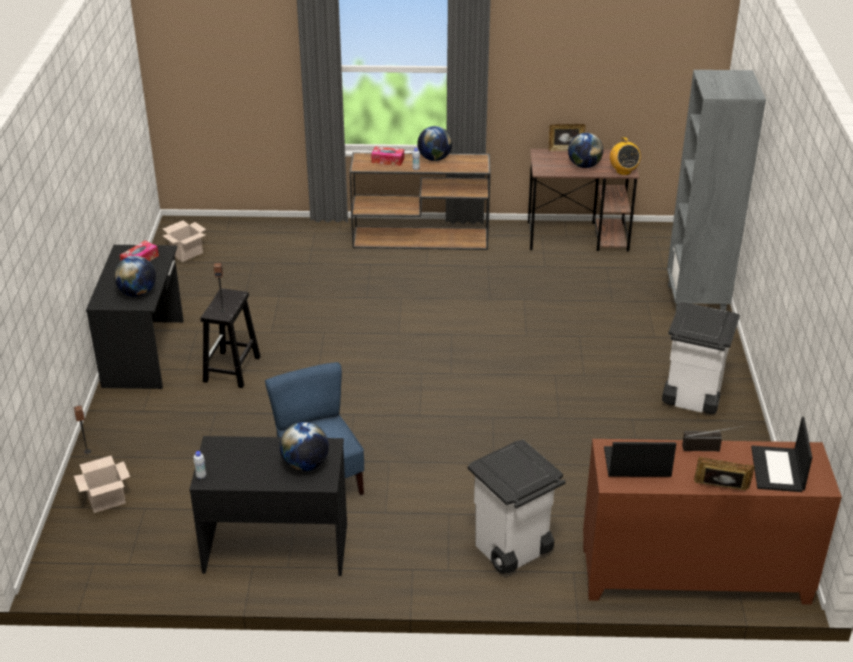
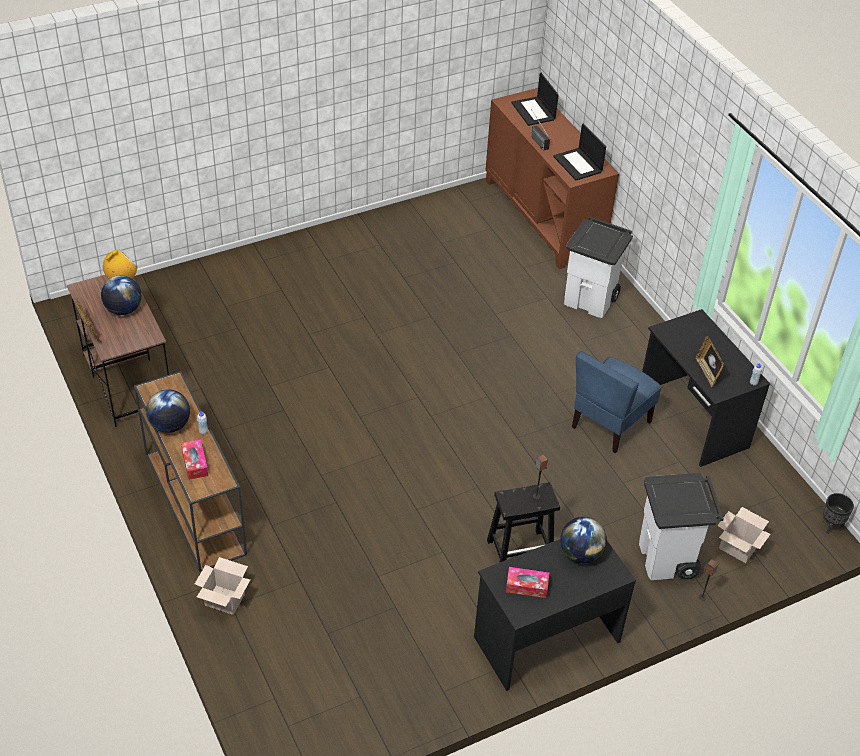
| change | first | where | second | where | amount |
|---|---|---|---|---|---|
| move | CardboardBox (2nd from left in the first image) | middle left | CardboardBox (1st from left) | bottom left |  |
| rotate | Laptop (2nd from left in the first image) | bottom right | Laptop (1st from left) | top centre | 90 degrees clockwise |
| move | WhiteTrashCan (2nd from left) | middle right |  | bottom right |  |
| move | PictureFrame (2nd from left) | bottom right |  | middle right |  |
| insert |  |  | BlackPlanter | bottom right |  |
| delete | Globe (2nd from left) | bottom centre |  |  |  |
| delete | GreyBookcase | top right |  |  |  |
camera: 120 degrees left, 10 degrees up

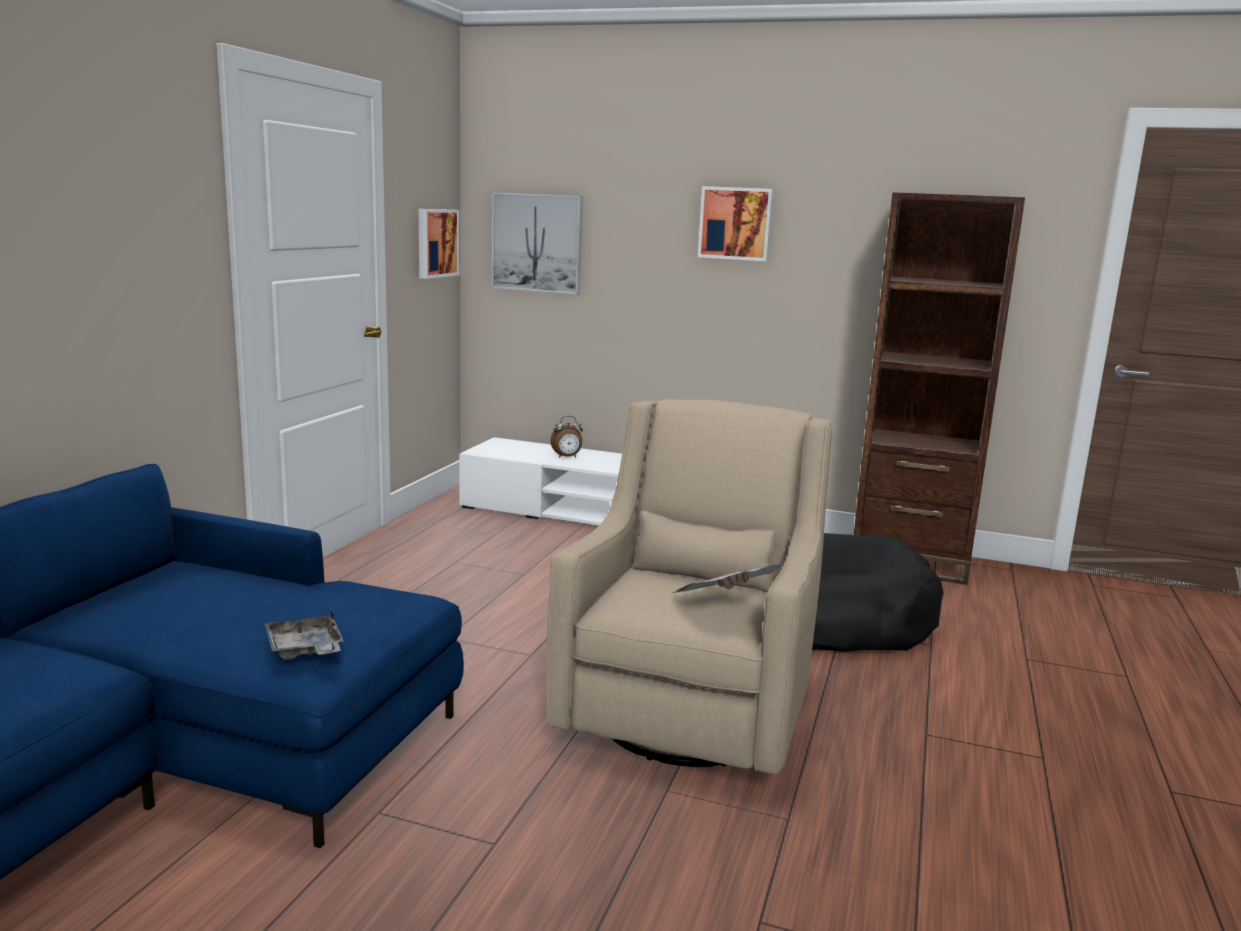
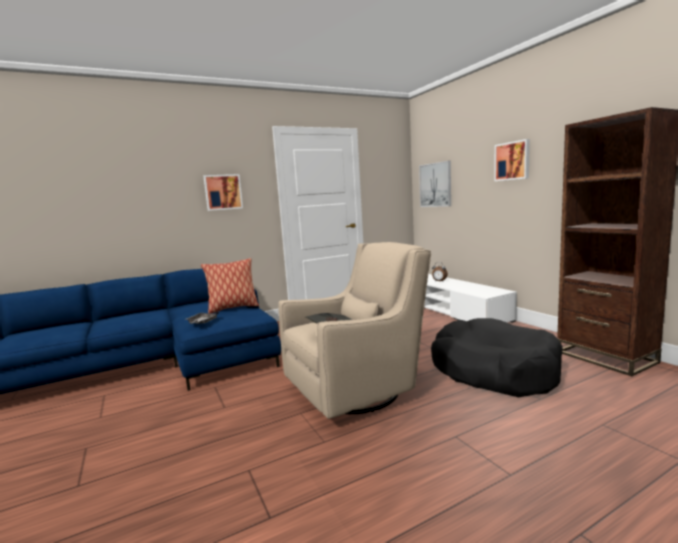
| change | first | where | second | where | amount |
|---|---|---|---|---|---|
| insert |  |  | Pillow | centre |  |
| move | Picture (1st from left) | top centre |  | middle left |  |
camera: 45 degrees right, 5 degrees down

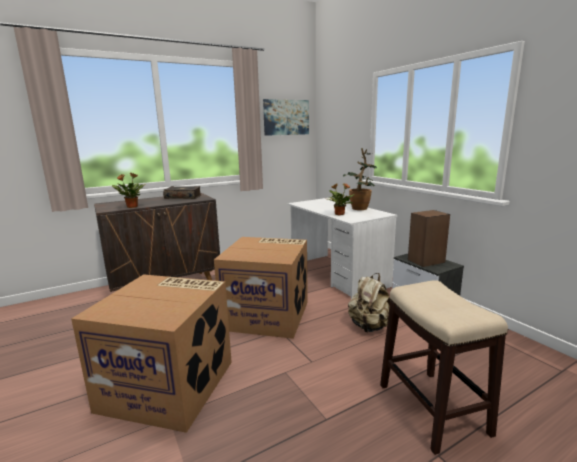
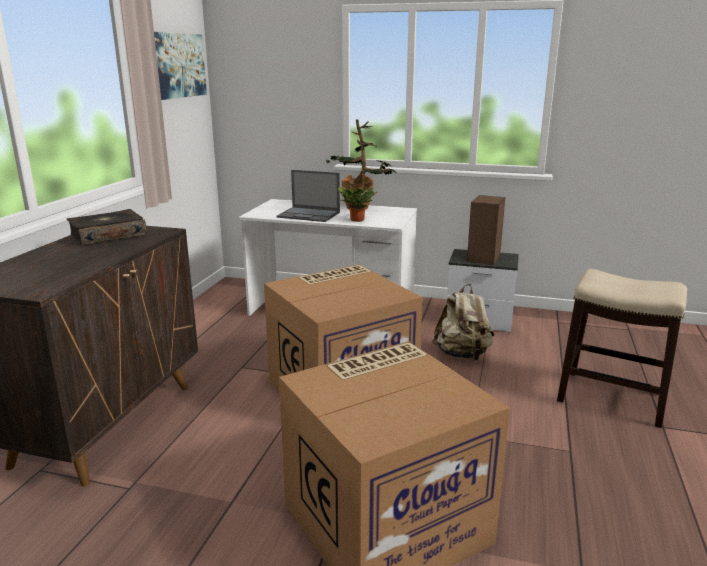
| change | first | where | second | where | amount |
|---|---|---|---|---|---|
| insert |  |  | Laptop | centre |  |
| delete | PottedPlant (1st from left) | middle left |  |  |  |
camera: 45 degrees left, 5 degrees up

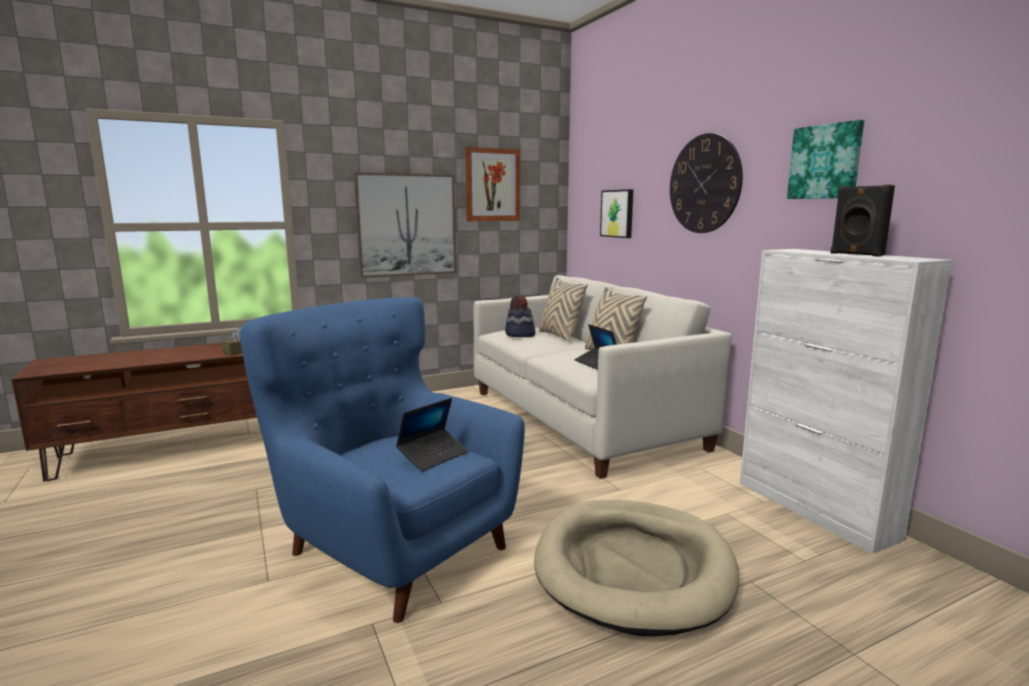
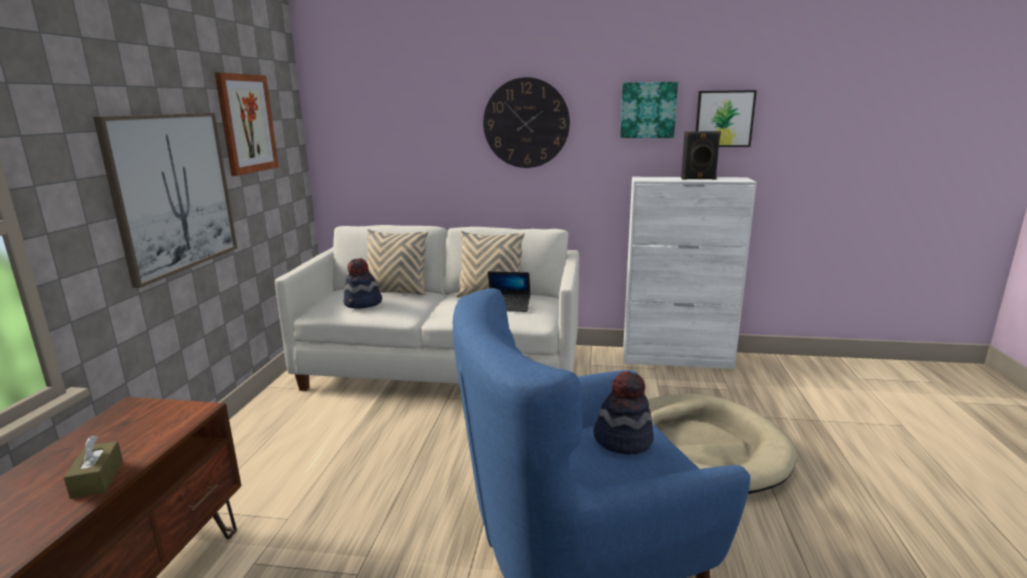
| change | first | where | second | where | amount |
|---|---|---|---|---|---|
| replace | Laptop (1st from left) | centre | Hat (2nd from left) | bottom centre |  |
| move | Picture (3rd from left in the first image) | top centre | Picture (4th from left) | top right |  |
camera: 55 degrees left, 5 degrees up

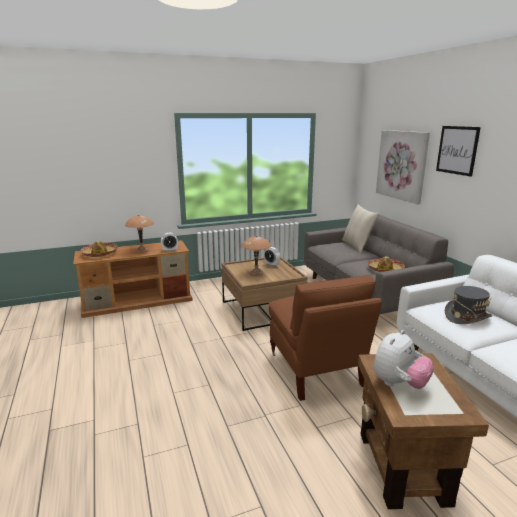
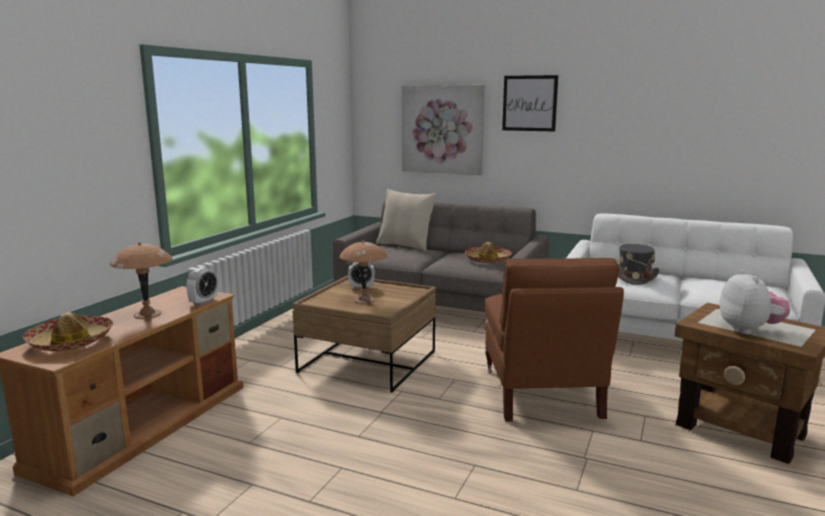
| change | first | where | second | where | amount |
|---|---|---|---|---|---|
| rotate | BrownArmchair | centre |  | middle right | 60 degrees clockwise |
camera: 45 degrees left, 5 degrees down

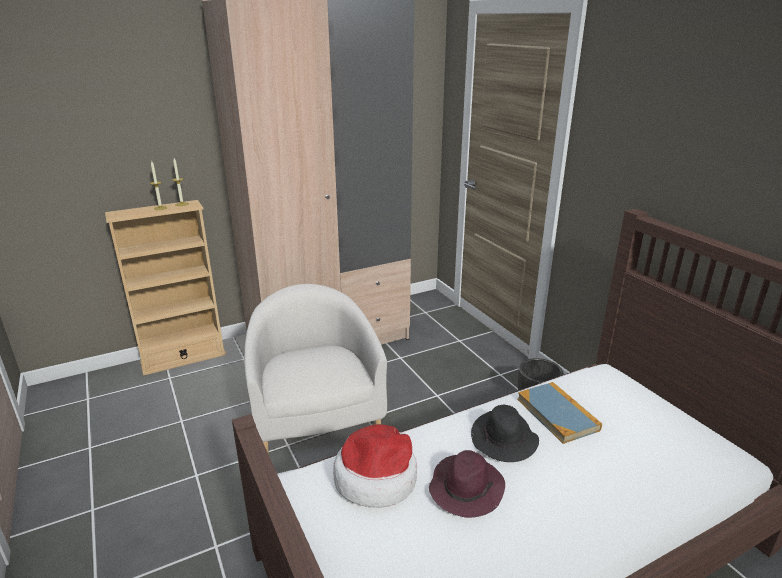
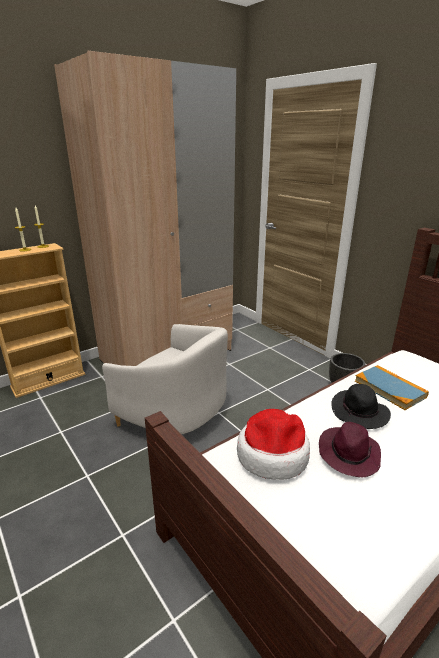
| change | first | where | second | where | amount |
|---|---|---|---|---|---|
| rotate | WhiteArmchair | centre |  | centre | 150 degrees clockwise |
camera: 10 degrees left, 0 degrees up

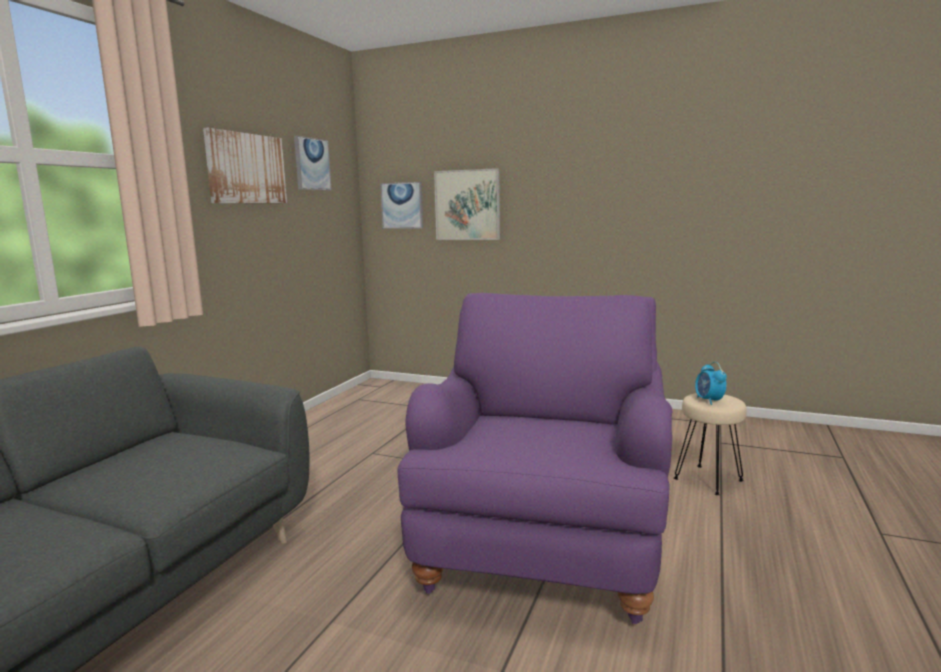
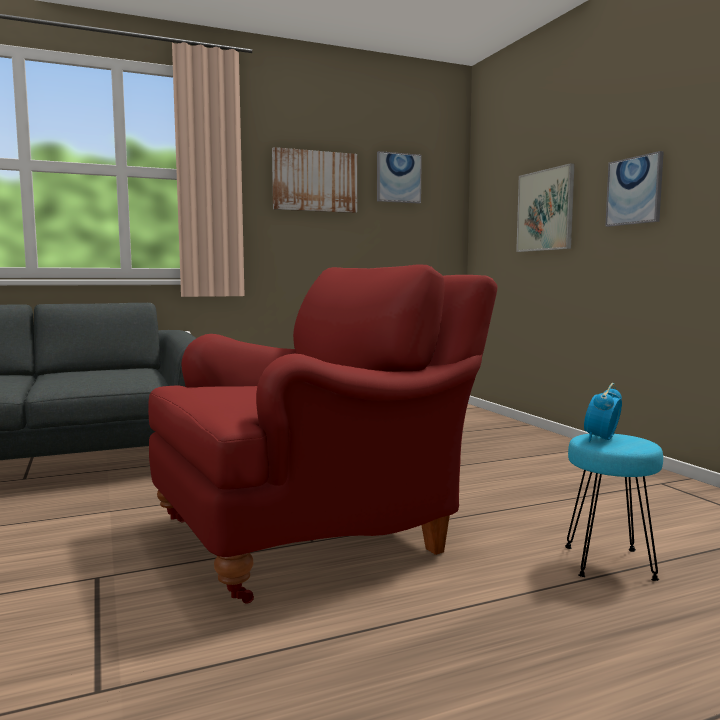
| change | first | where | second | where | amount |
|---|---|---|---|---|---|
| recolor | PurpleArmchair | bottom centre | RedArmchair | centre |  |
| recolor | BeigeStool | middle right | TurquoiseStool | bottom right |  |
| move | Picture (3rd from left in the first image) | top centre | Picture (4th from left) | top right |  |
camera: 45 degrees right, 5 degrees down

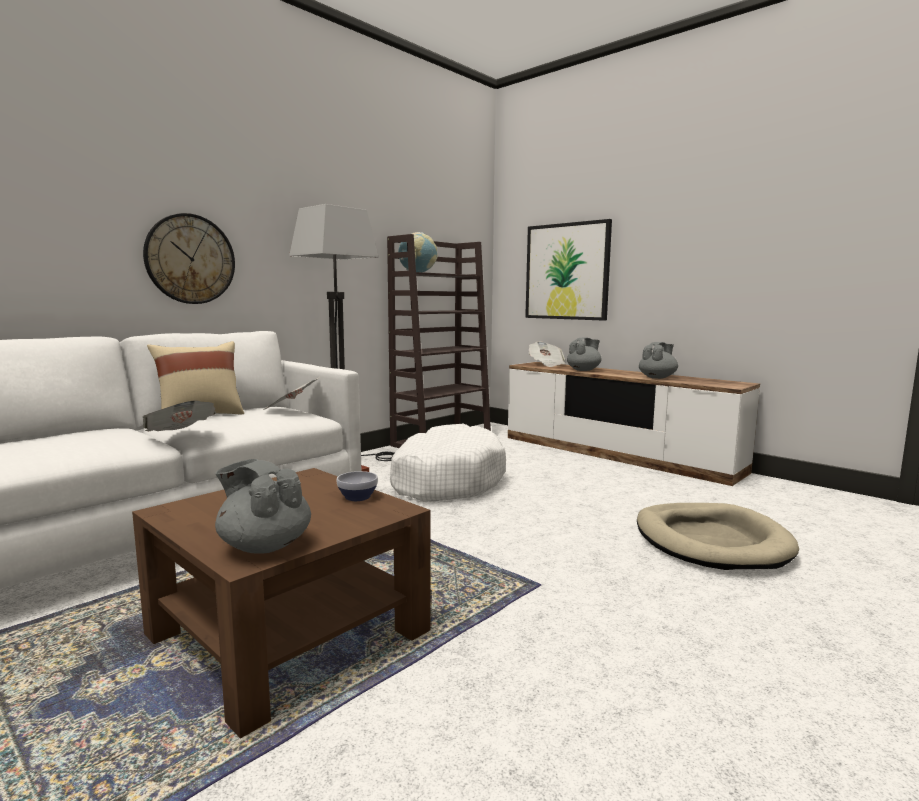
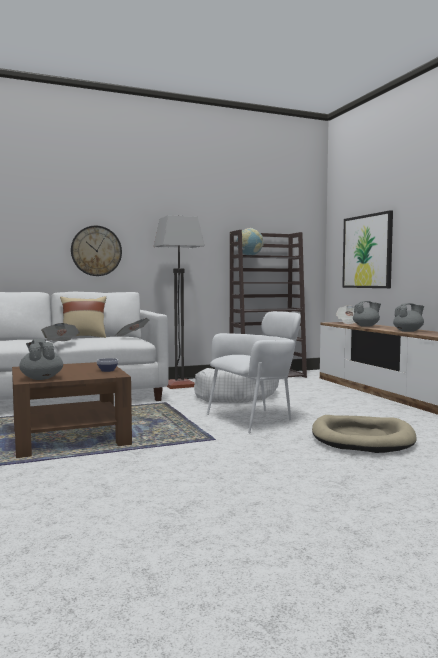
| change | first | where | second | where | amount |
|---|---|---|---|---|---|
| insert |  |  | WhiteArmchair | centre |  |
camera: 25 degrees right, 5 degrees down

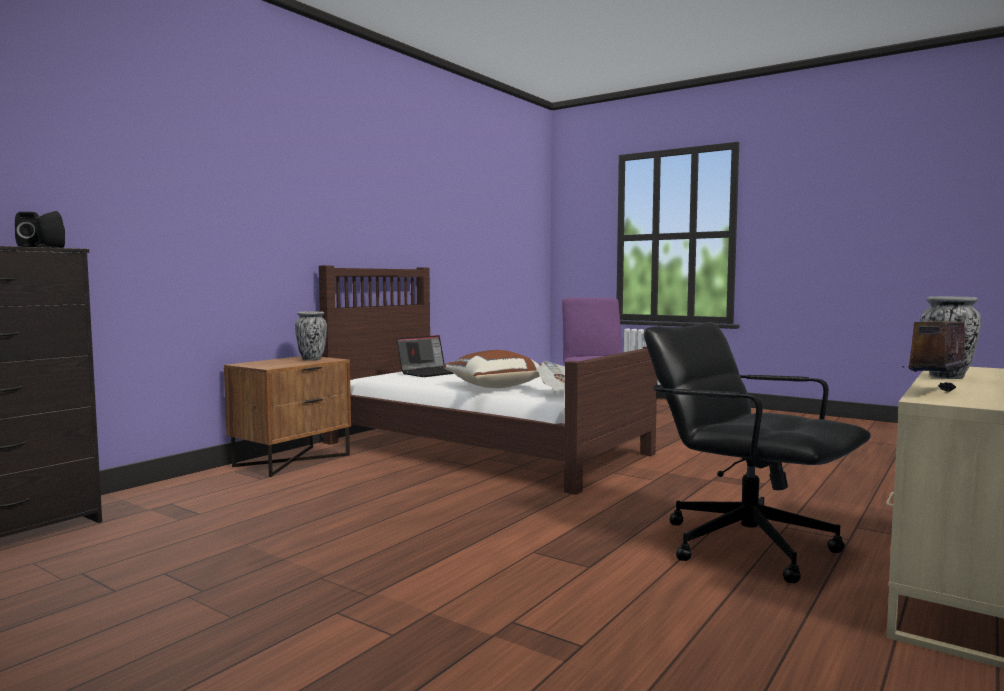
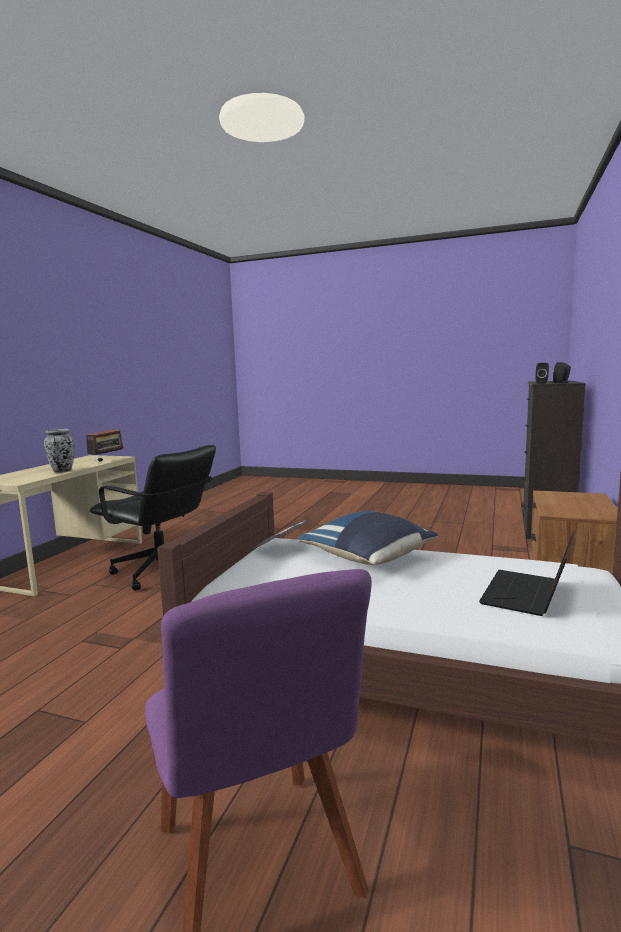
| change | first | where | second | where | amount |
|---|---|---|---|---|---|
| recolor | BrownPillow | centre | BluePillow | centre |  |
| delete | Vase (1st from left) | middle left |  |  |  |
camera: 165 degrees right, 5 degrees up

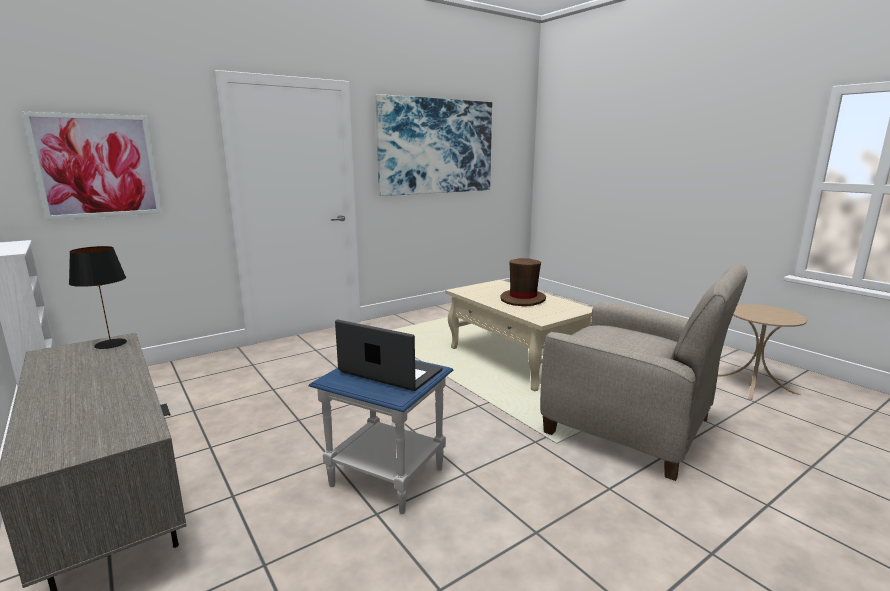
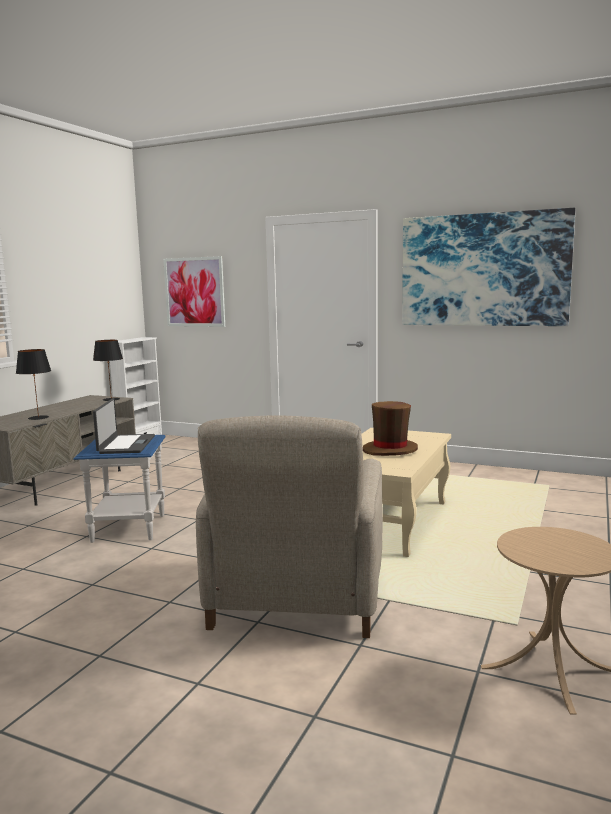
| change | first | where | second | where | amount |
|---|---|---|---|---|---|
| insert |  |  | BlackTableLamp (1st from left) | middle left |  |
camera: 60 degrees right, 5 degrees down

